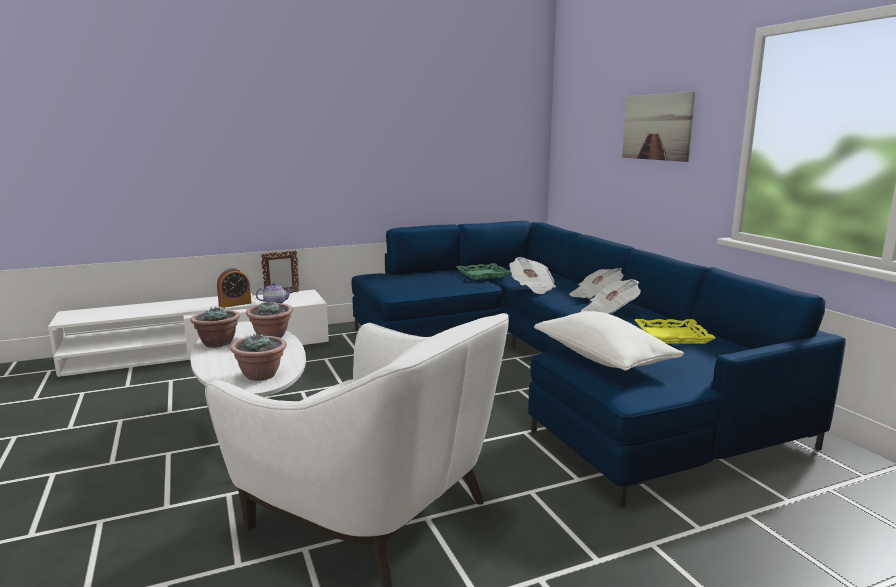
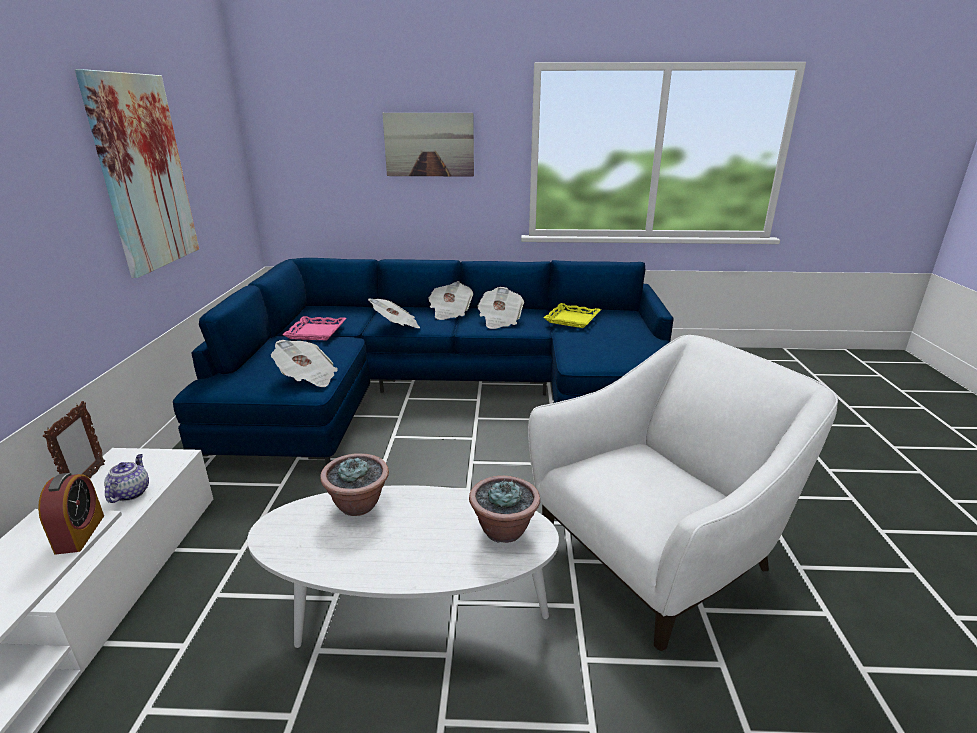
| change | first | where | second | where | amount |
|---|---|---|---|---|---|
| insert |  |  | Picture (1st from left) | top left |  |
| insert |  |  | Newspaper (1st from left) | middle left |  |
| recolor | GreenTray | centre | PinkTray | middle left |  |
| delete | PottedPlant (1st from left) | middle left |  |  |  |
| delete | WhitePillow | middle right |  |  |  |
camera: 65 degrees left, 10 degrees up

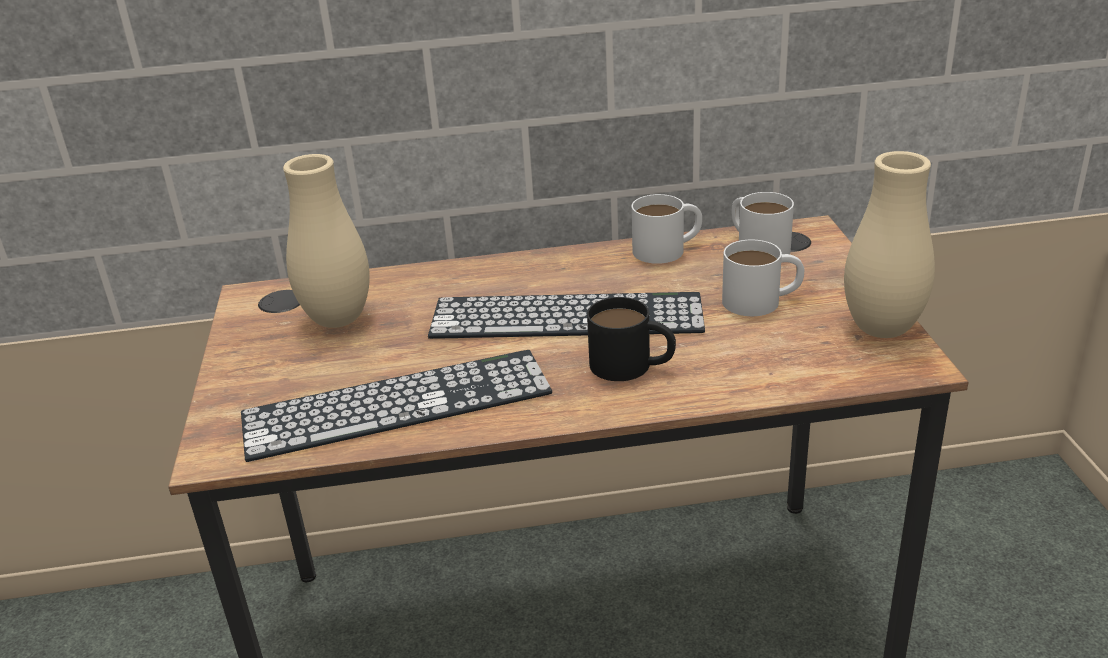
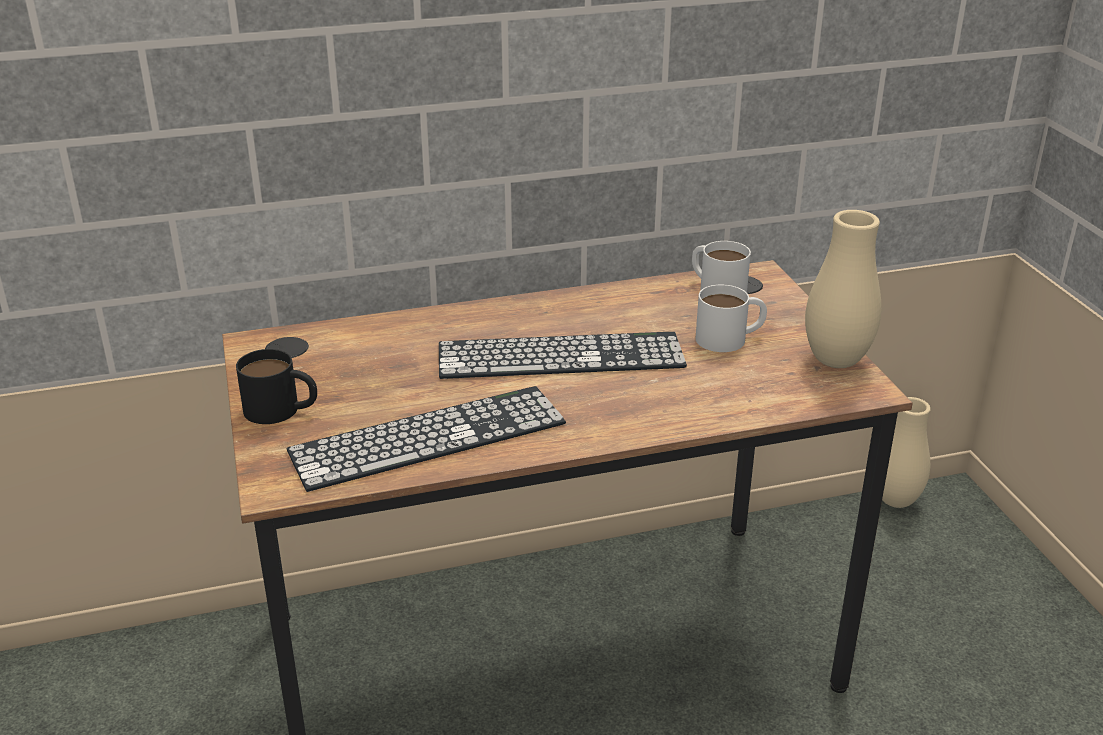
| change | first | where | second | where | amount |
|---|---|---|---|---|---|
| move | BlackMug | centre |  | middle left |  |
| move | BeigeVase (1st from left in the first image) | middle left | BeigeVase (2nd from left) | middle right |  |
| delete | WhiteMug (1st from left) | centre |  |  |  |
camera: 10 degrees left, 0 degrees up

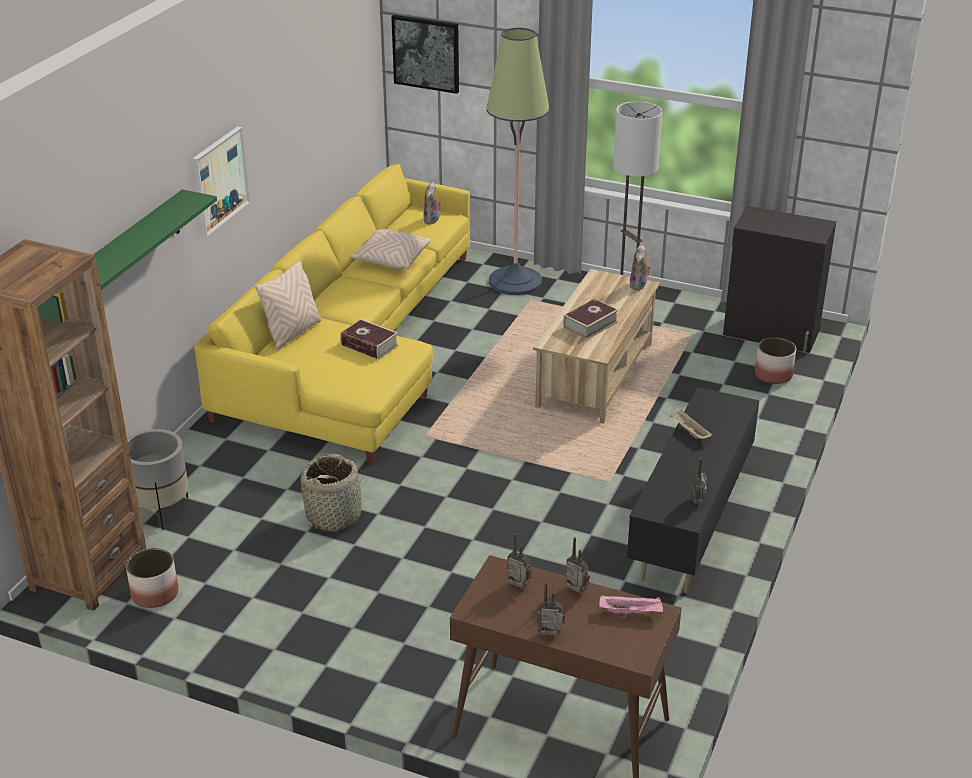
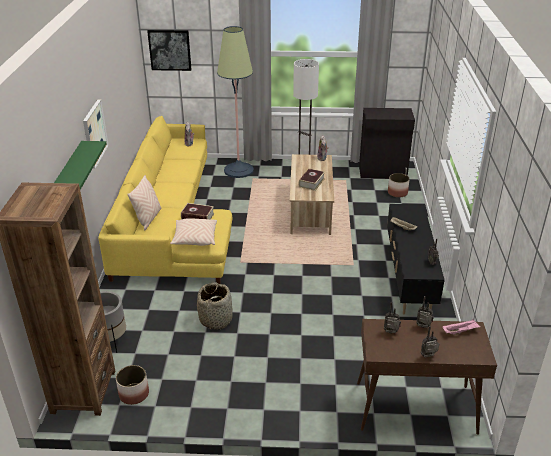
| change | first | where | second | where | amount |
|---|---|---|---|---|---|
| move | BeigePillow (2nd from left) | top centre |  | centre |  |
camera: 20 degrees left, 0 degrees up

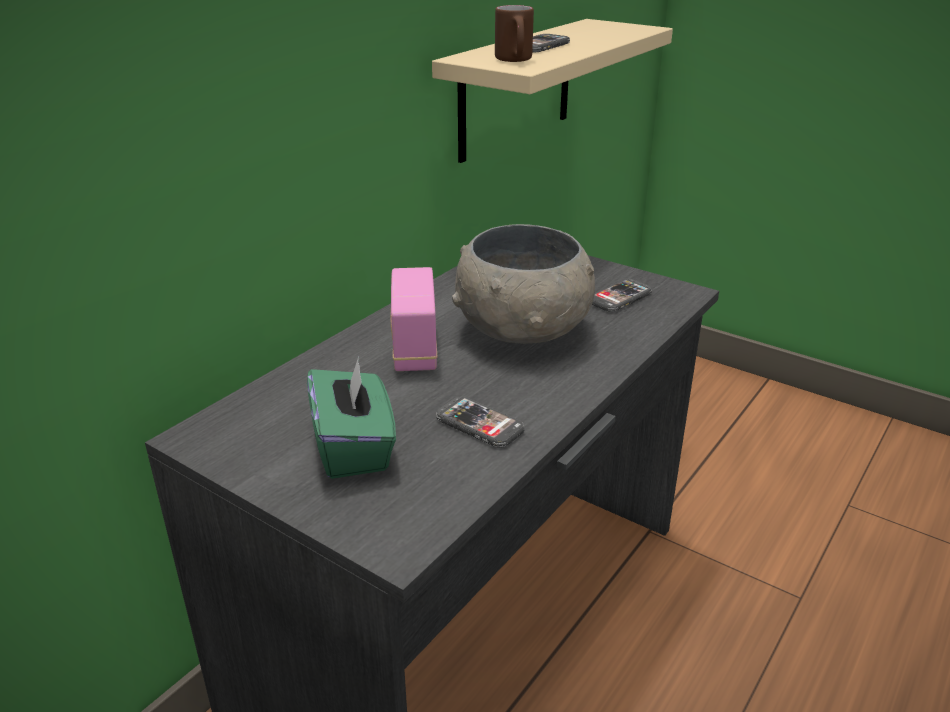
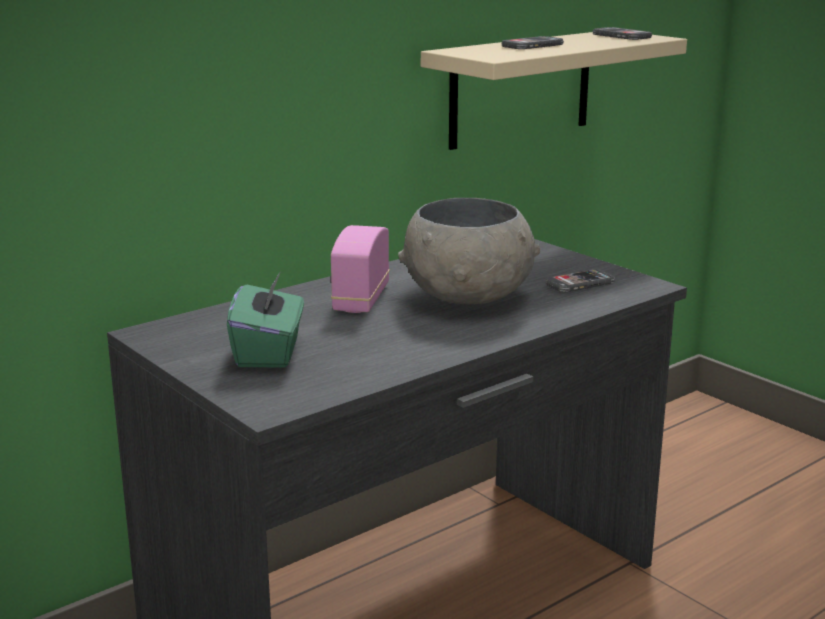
| change | first | where | second | where | amount |
|---|---|---|---|---|---|
| move | Phone (1st from left in the first image) | centre | Phone (3rd from left) | top right |  |
| delete | BrownMug | top centre |  |  |  |
camera: 15 degrees right, 10 degrees down

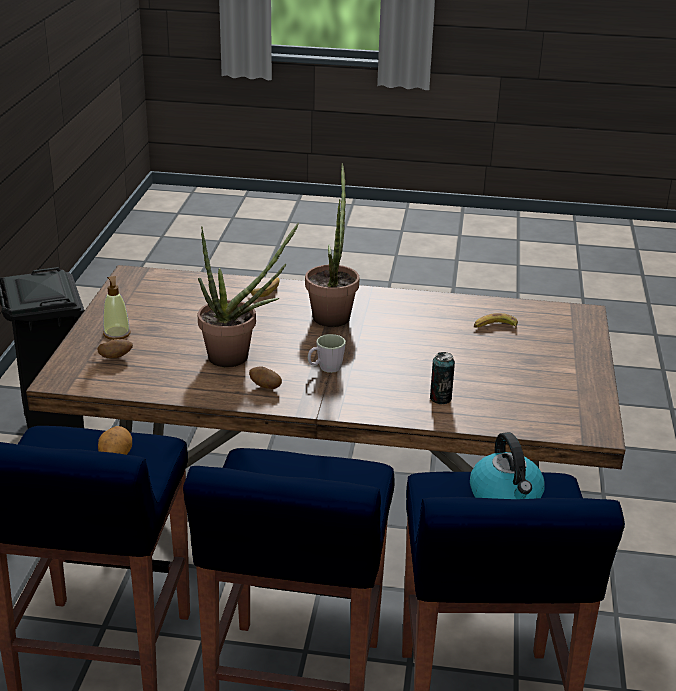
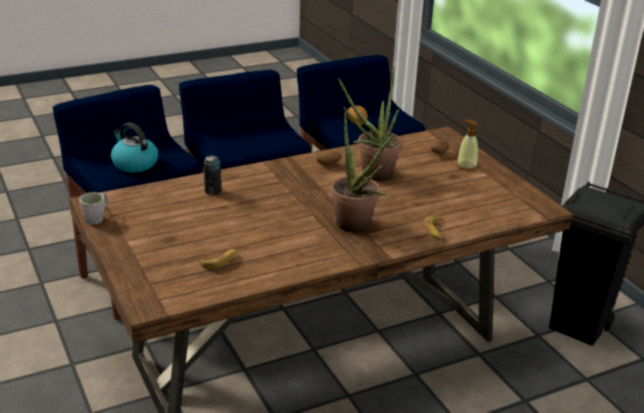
| change | first | where | second | where | amount |
|---|---|---|---|---|---|
| move | GreyMug | centre |  | middle left |  |
camera: 145 degrees right, 0 degrees up

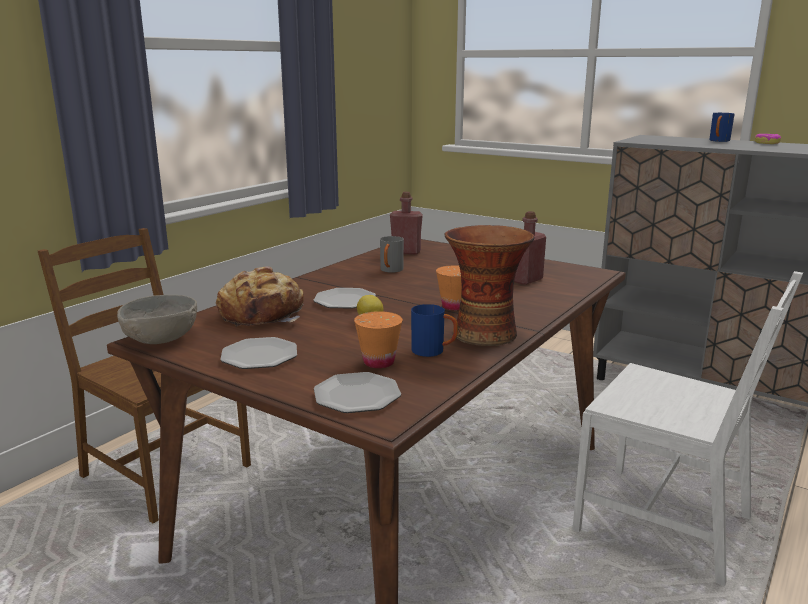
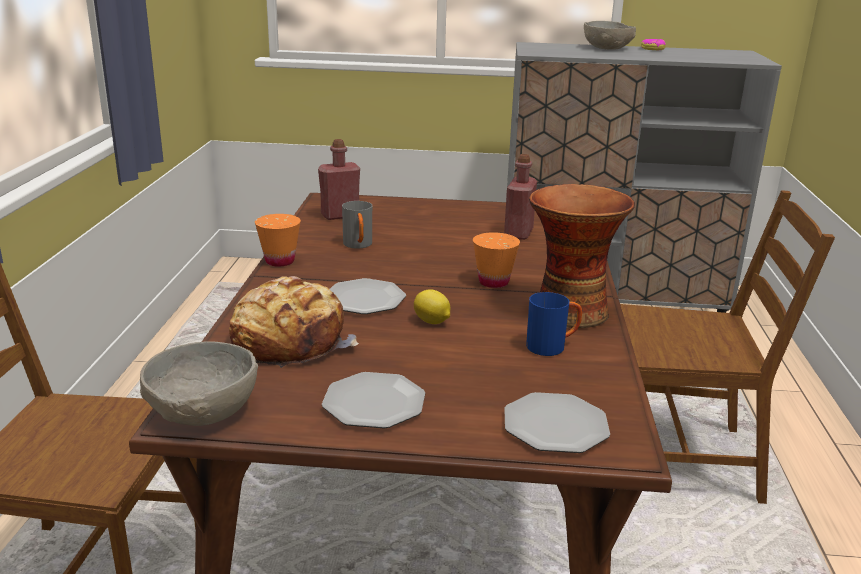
| change | first | where | second | where | amount |
|---|---|---|---|---|---|
| move | OrangeCup (1st from left) | centre |  | middle left |  |
| replace | BlueMug (2nd from left) | top right | GreyBowl (2nd from left) | top right |  |
| recolor | WhiteChair | bottom right | BrownChair (2nd from left) | middle right |  |
camera: 30 degrees left, 5 degrees up

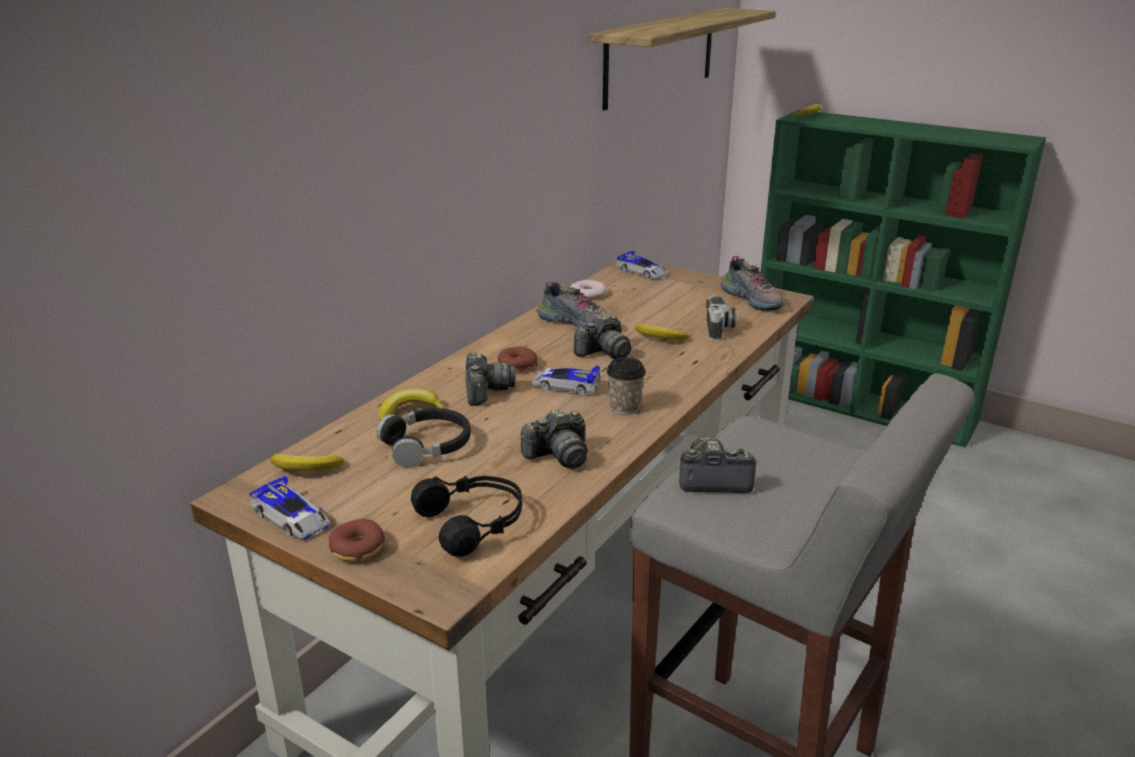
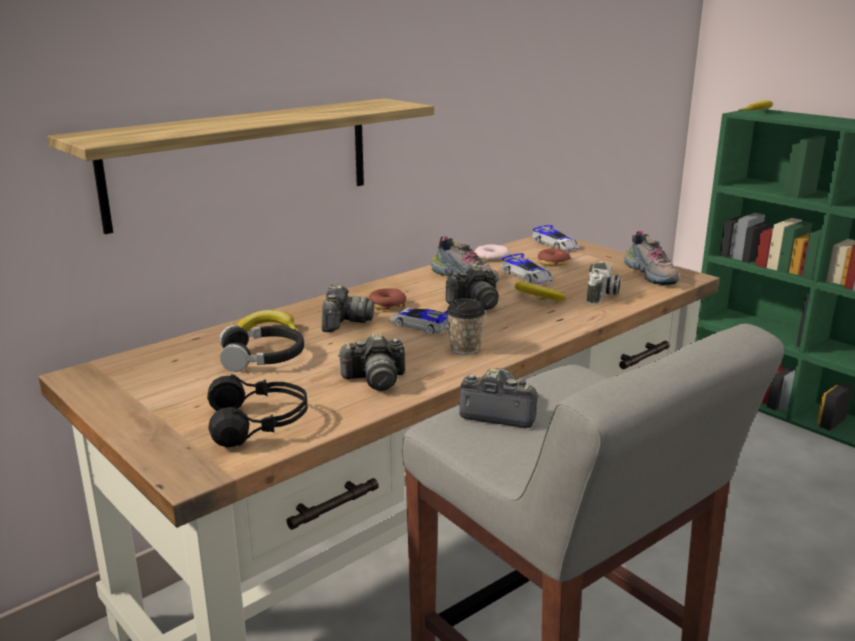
| change | first | where | second | where | amount |
|---|---|---|---|---|---|
| move | Shelf | top centre |  | top left |  |
| move | ToyCar (1st from left in the first image) | bottom left | ToyCar (2nd from left) | centre |  |
| move | Donut (1st from left in the first image) | bottom left | Donut (3rd from left) | centre |  |
| delete | Banana (1st from left) | middle left |  |  |  |
camera: 15 degrees right, 5 degrees down

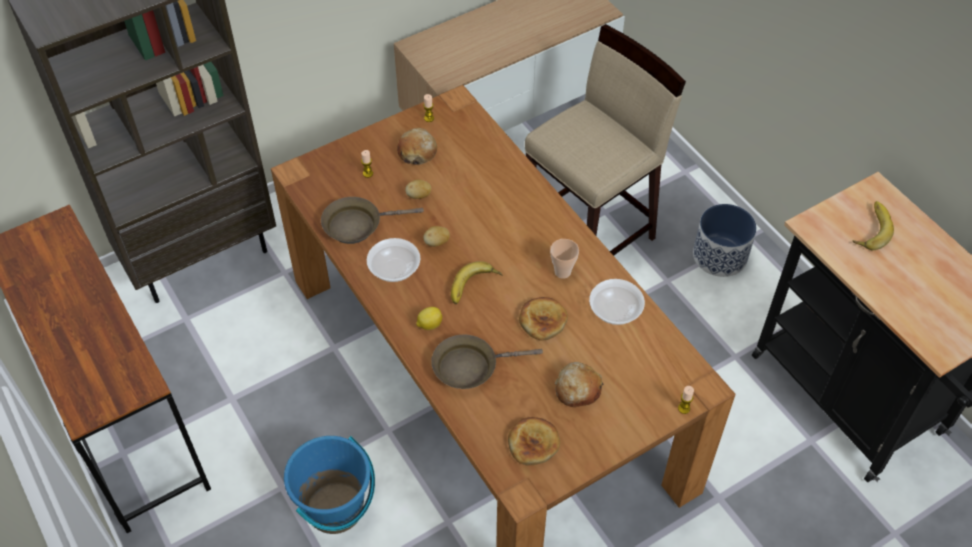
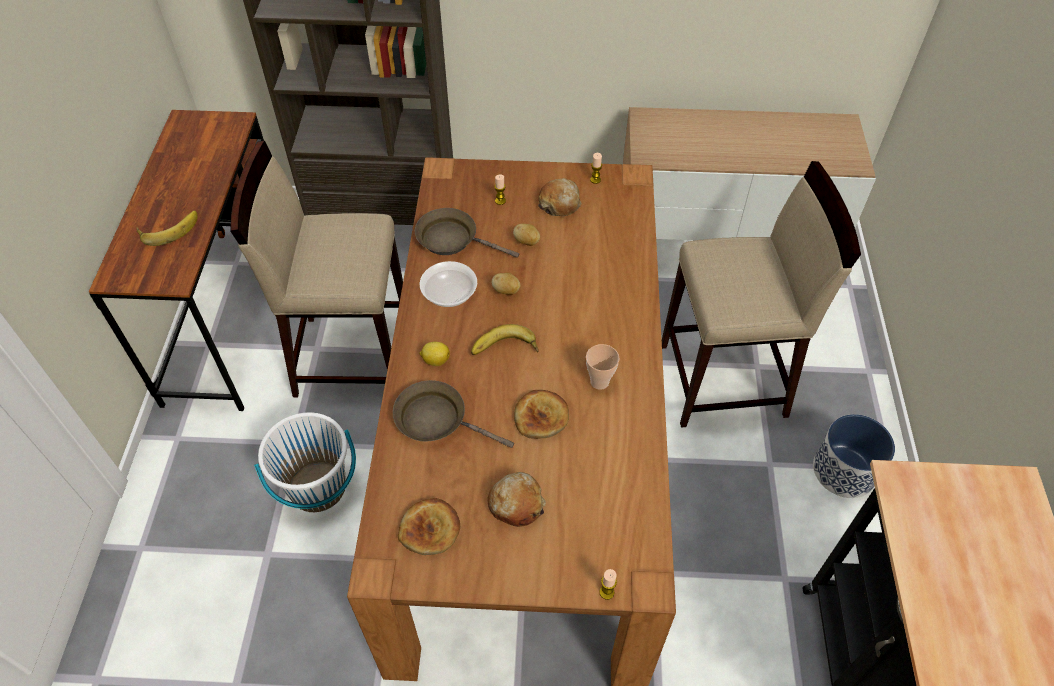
| change | first | where | second | where | amount |
|---|---|---|---|---|---|
| move | Banana (2nd from left in the first image) | middle right | Banana (1st from left) | top left |  |
| insert |  |  | BeigeStool (1st from left) | middle left |  |
| recolor | BlueBucket | bottom centre | WhiteBucket | bottom left |  |
| delete | Bowl (2nd from left) | centre |  |  |  |
camera: 35 degrees right, 0 degrees up

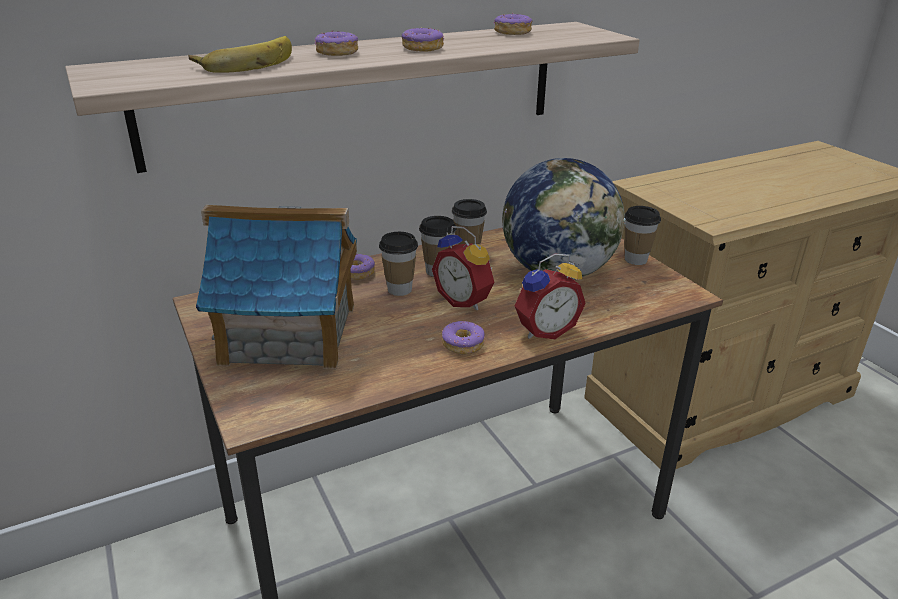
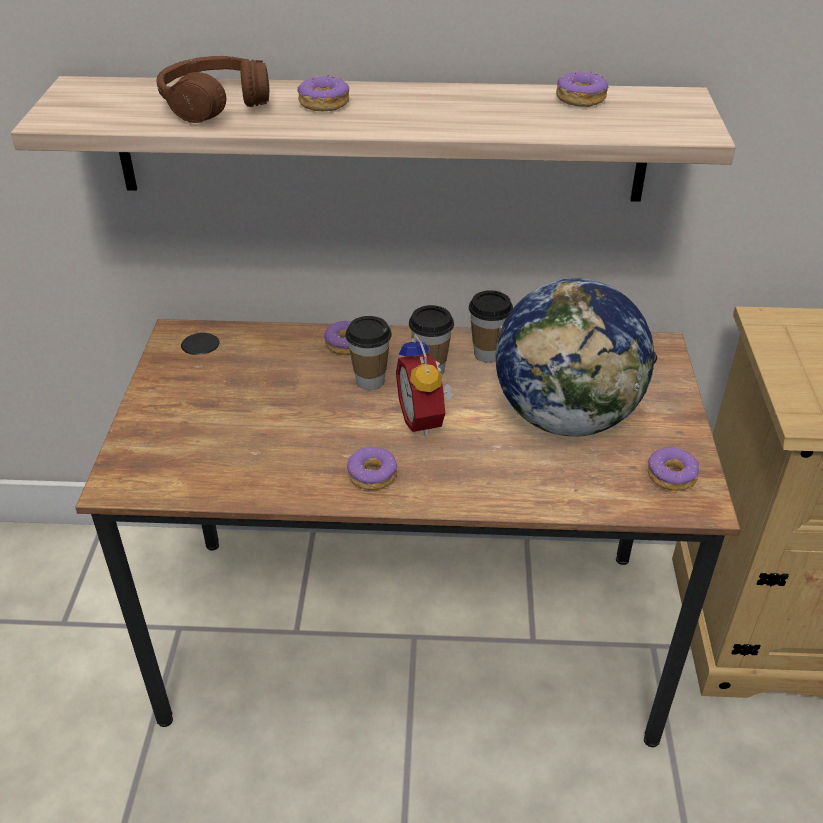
| change | first | where | second | where | amount |
|---|---|---|---|---|---|
| replace | Banana | top left | BrownHeadphones | top left |  |
| move | Donut (3rd from left in the first image) | top centre | Donut (5th from left) | middle right |  |
| delete | ToyHouse | middle left |  |  |  |
| delete | AlarmClock (2nd from left) | centre |  |  |  |
| delete | Cup (4th from left) | middle right |  |  |  |
camera: 30 degrees right, 10 degrees up

